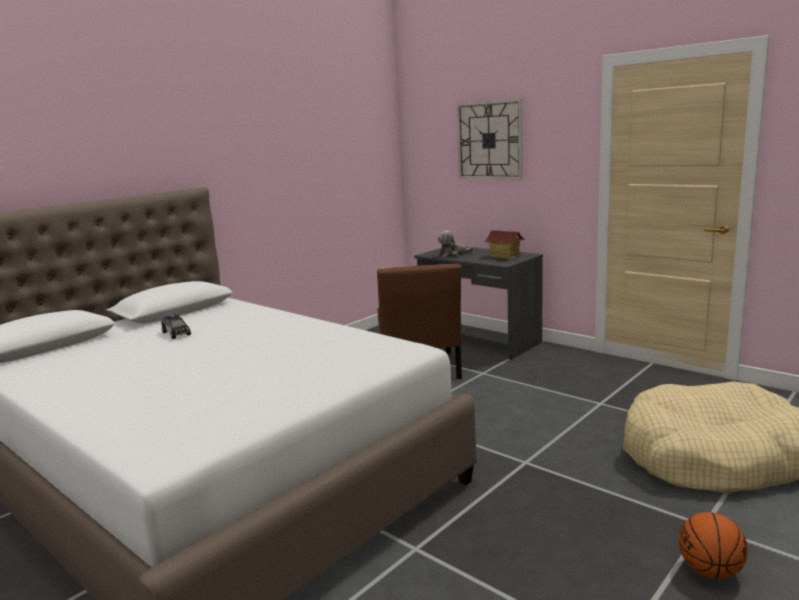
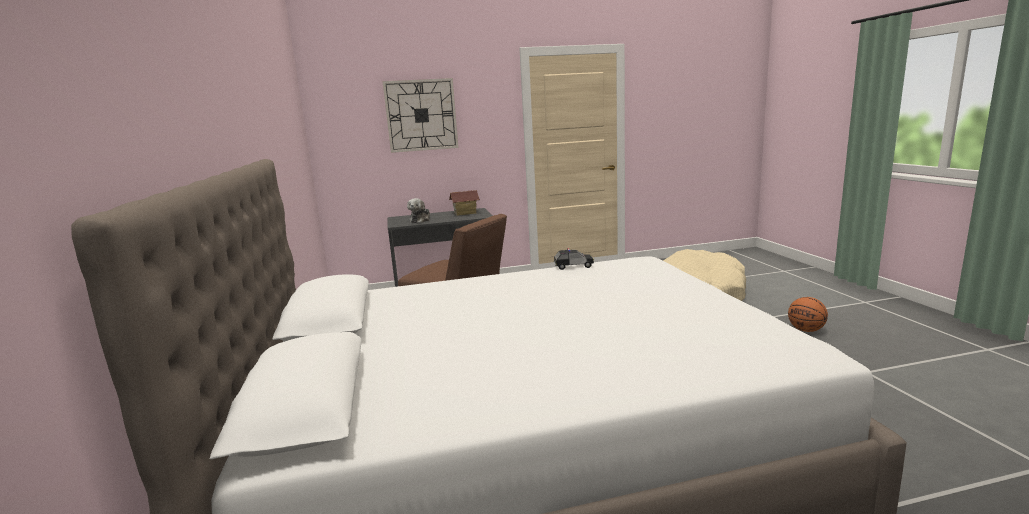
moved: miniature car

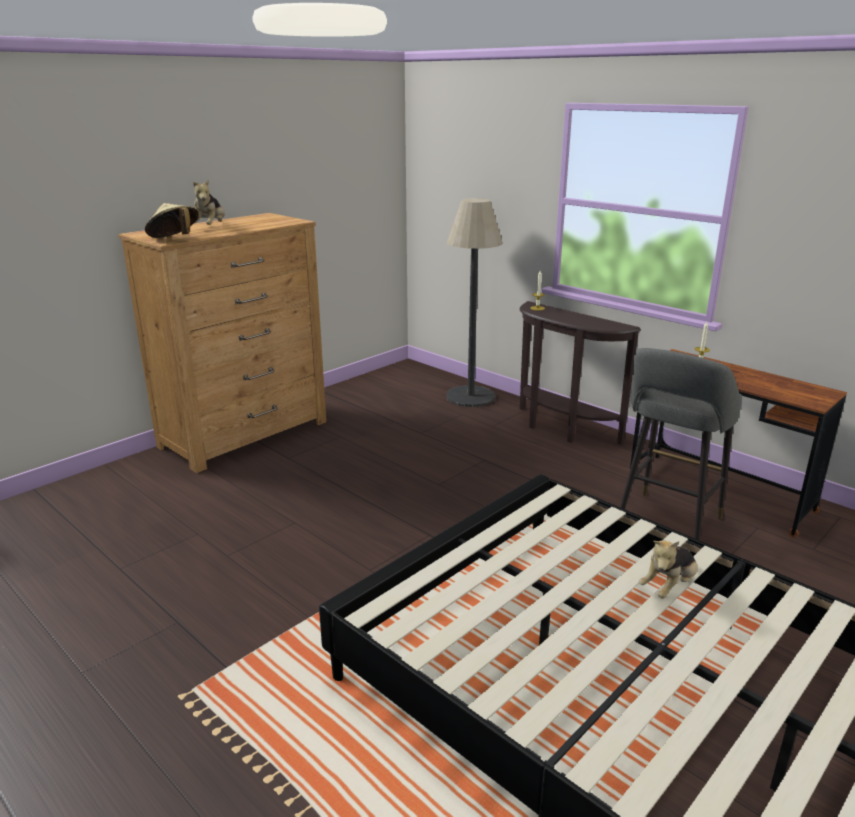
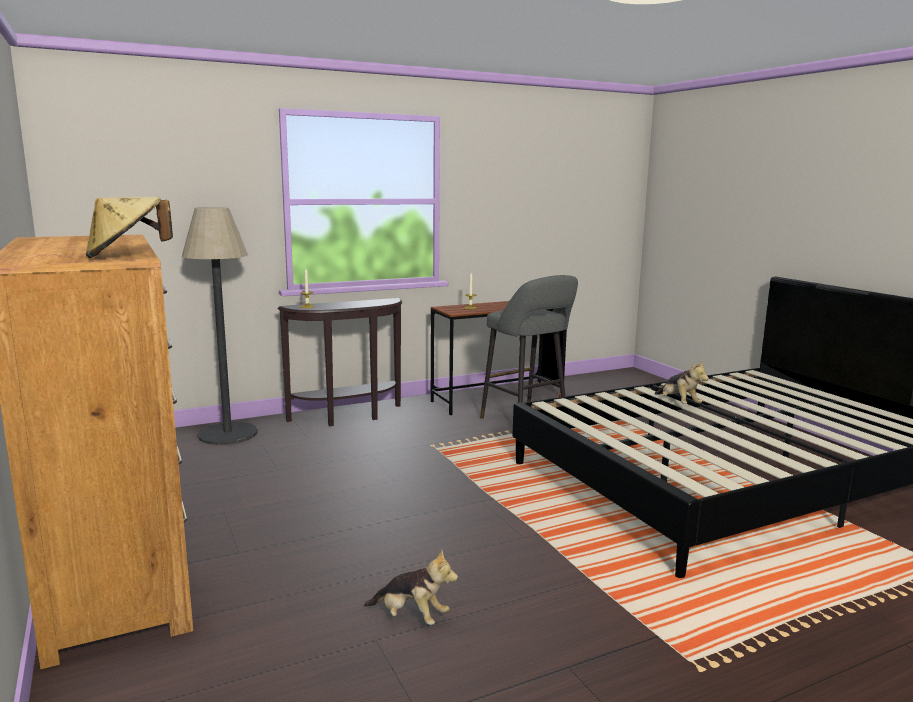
moved: cuddly toy (1st from left)

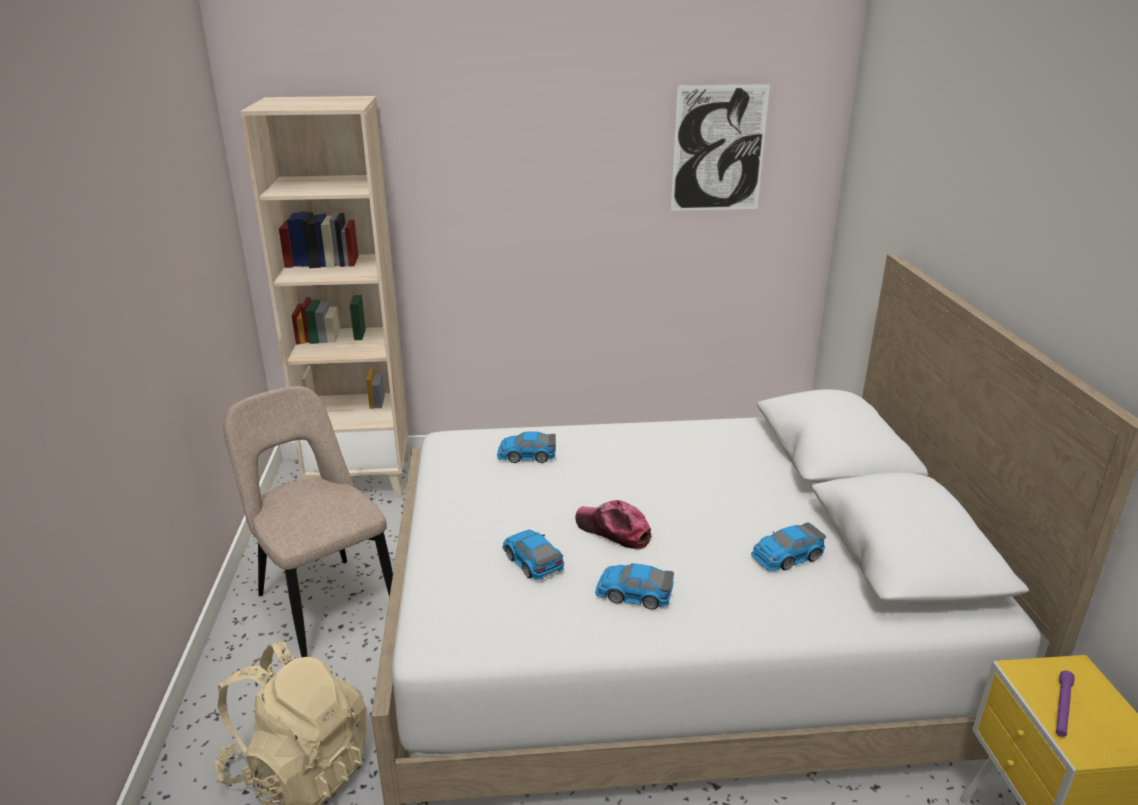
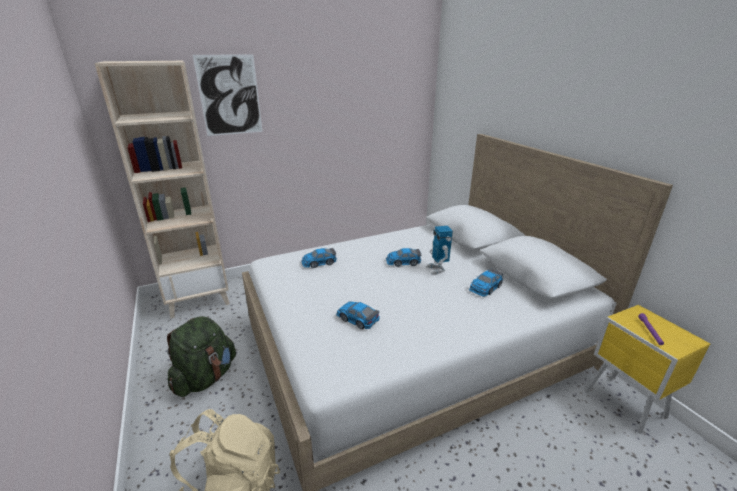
removed: baseball cap
added: model robot
moved: wall picture; miniature car (3rd from left)
replaced: plain chair in beige to knapsack in green-coloured

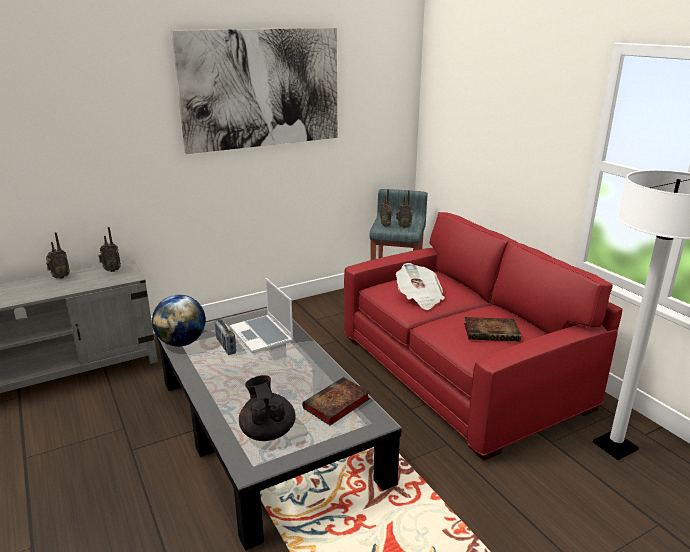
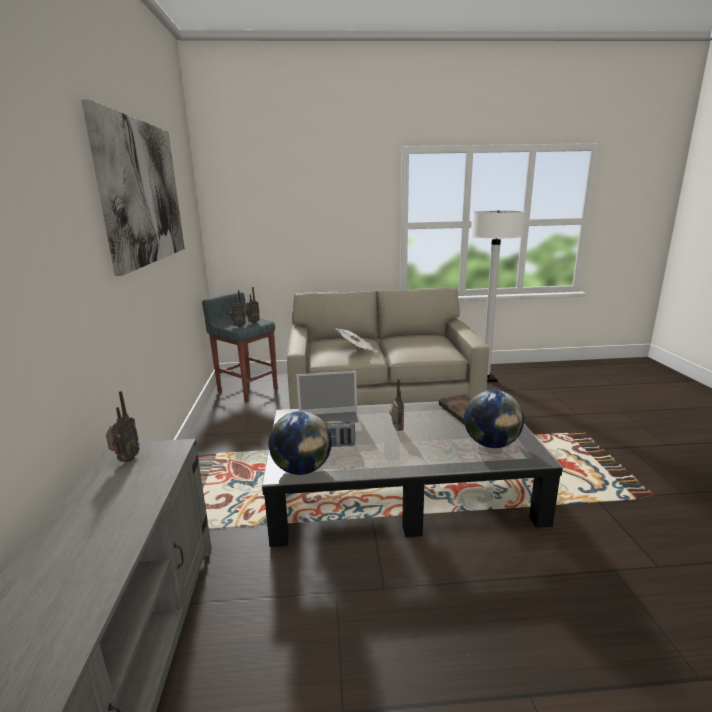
removed: volume (2nd from left)
moved: radio receiver (1st from left in the first image) to radio receiver (5th from left)
replaced: tea pot in black-coloured to desk globe (2nd from left)
recoloured: sofa in red-coloured to sofa in beige

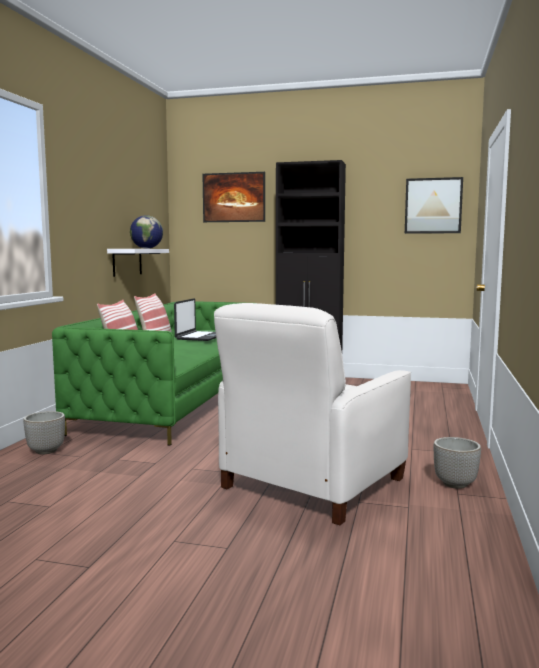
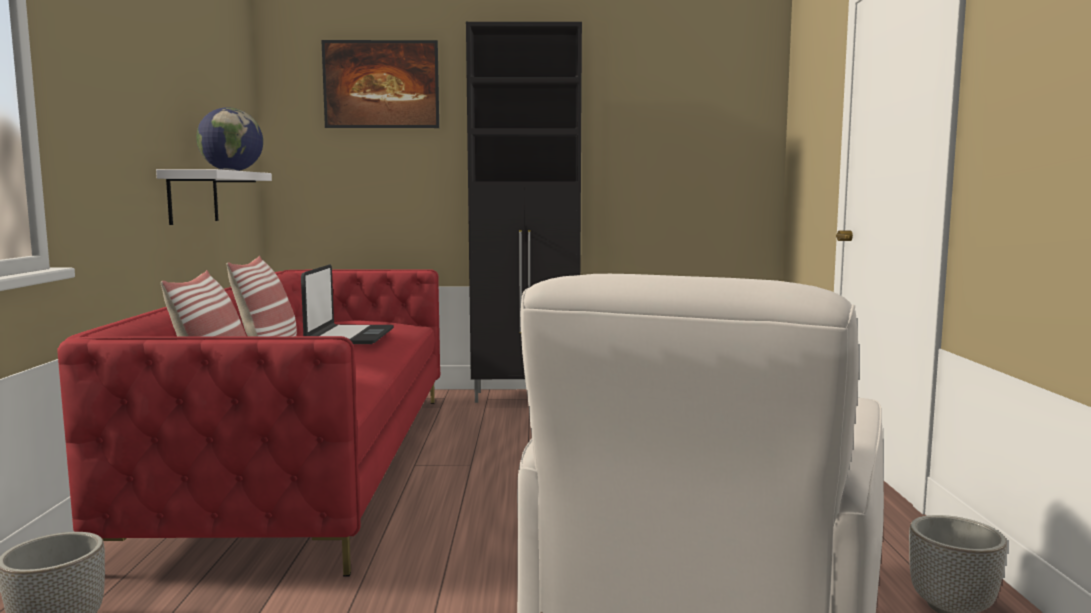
removed: wall picture (2nd from left)
recoloured: sofa in green-coloured to sofa in red-coloured

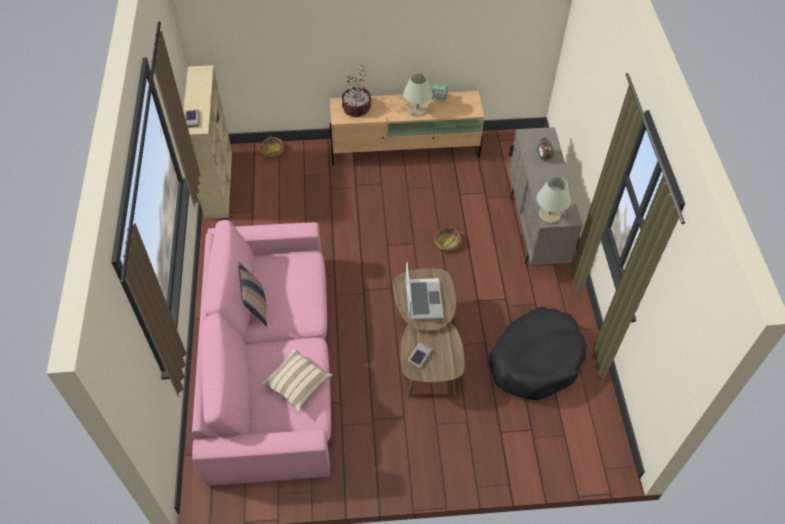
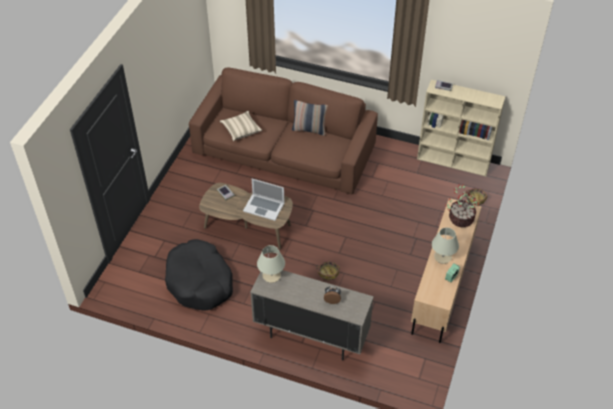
recoloured: sofa in pink-coloured to sofa in brownish

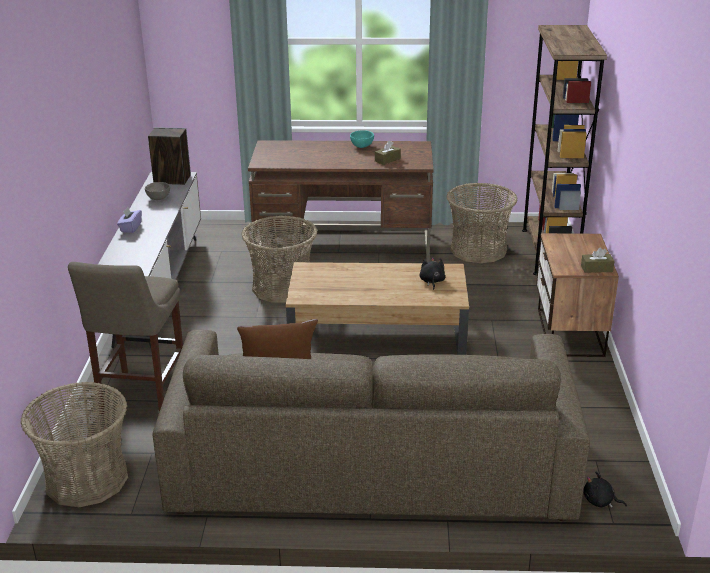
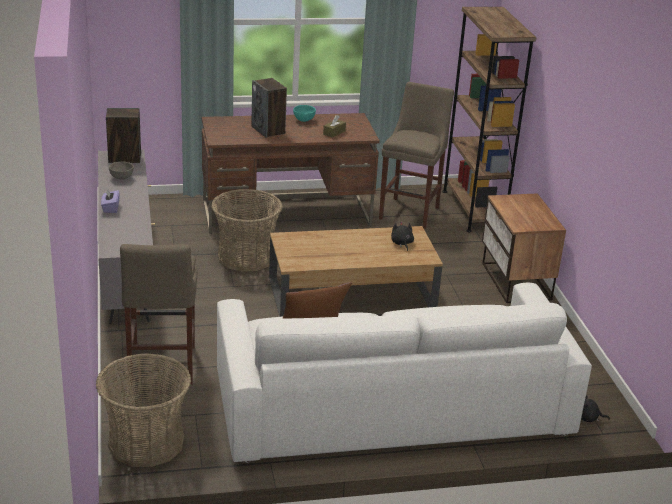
removed: tissue holder in brownish (2nd from left)
added: audio speaker (2nd from left)
replaced: household basket (3rd from left) to sitting stool in beige (2nd from left)
recoloured: sofa in brownish to sofa in white

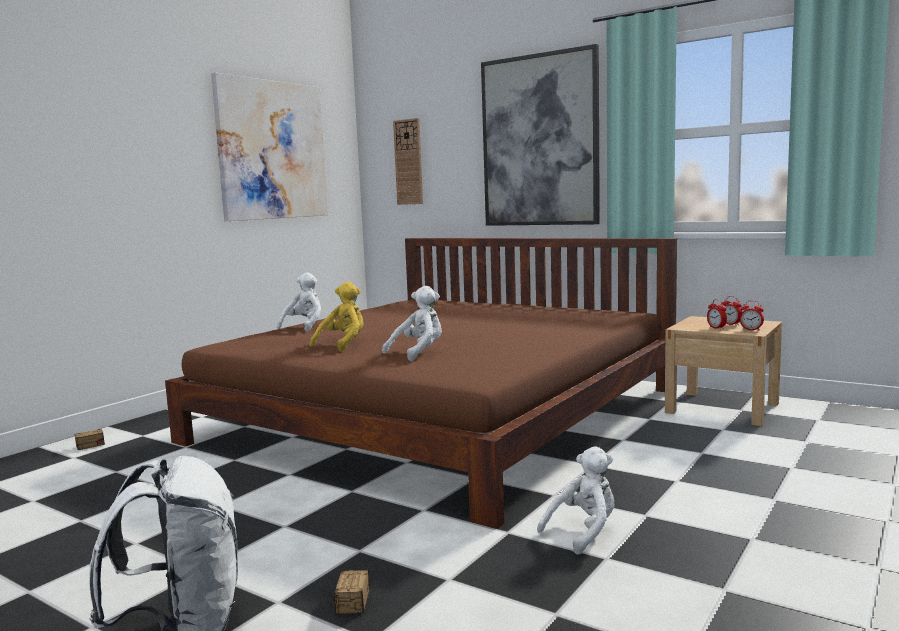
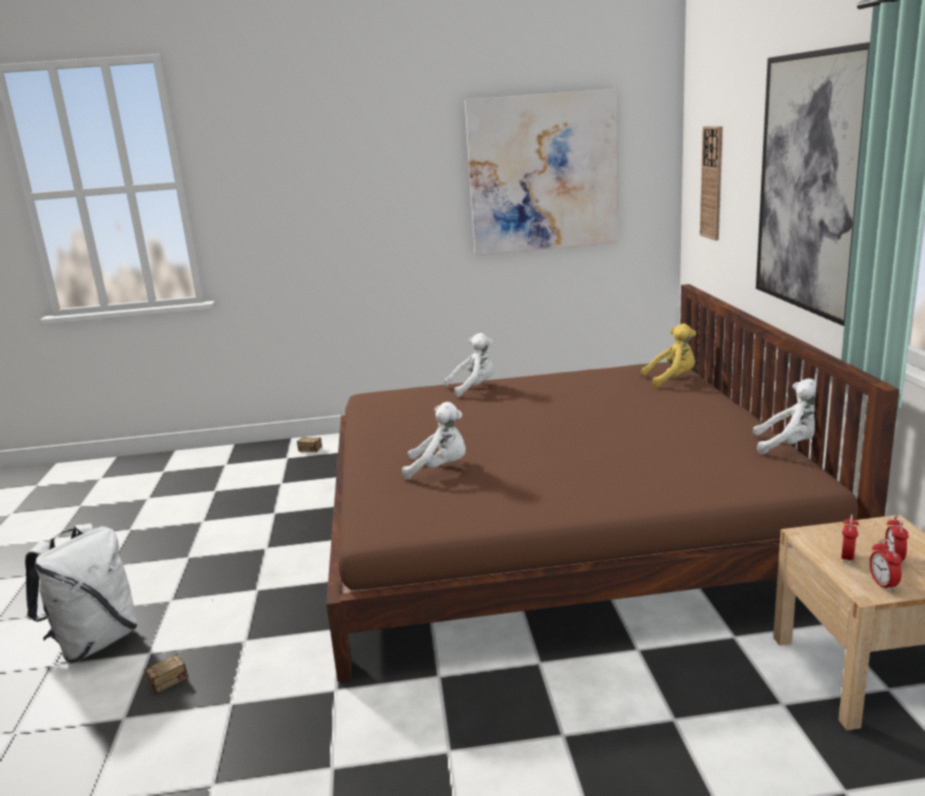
moved: cuddly toy in yellowish; cuddly toy in white (3rd from left)

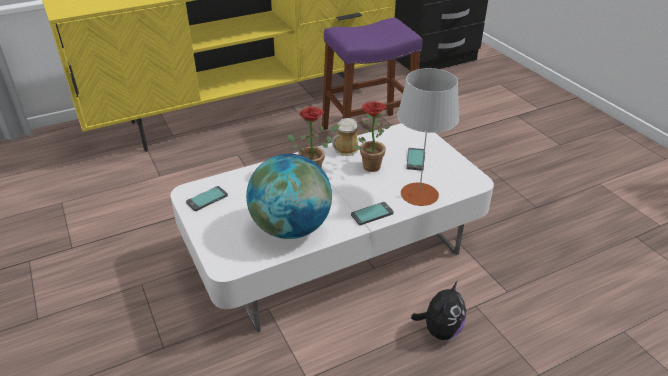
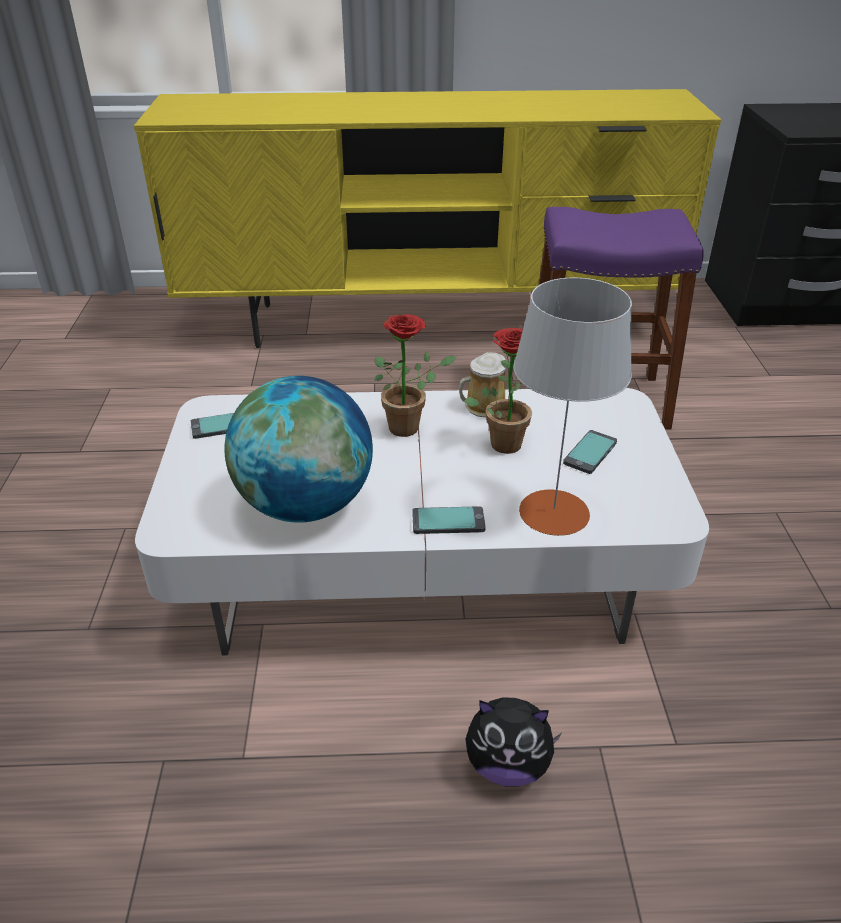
turned: cuddly toy 45 degrees clockwise

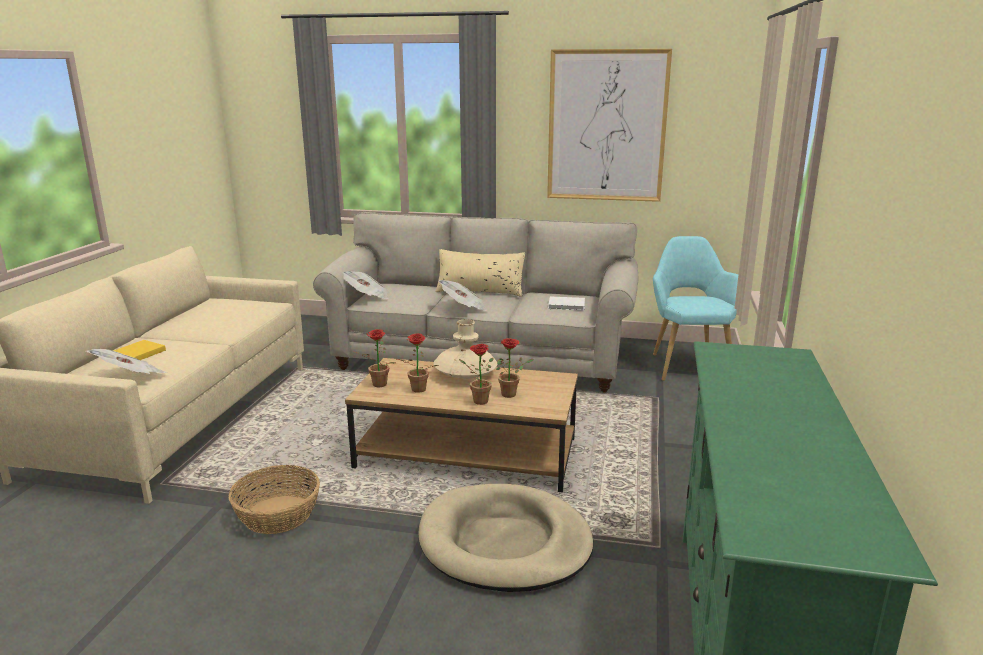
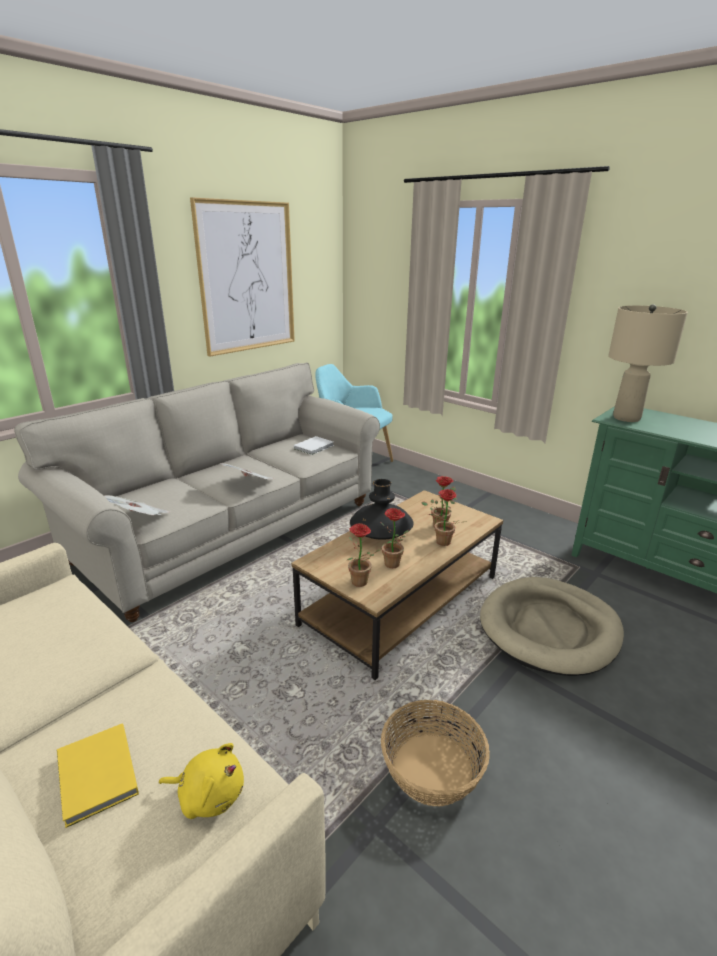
removed: cushion in beige
added: lamp for a table in beige
replaced: newspaper (1st from left) to cuddly toy in yellowish
recoloured: vase in beige to vase in black-coloured

